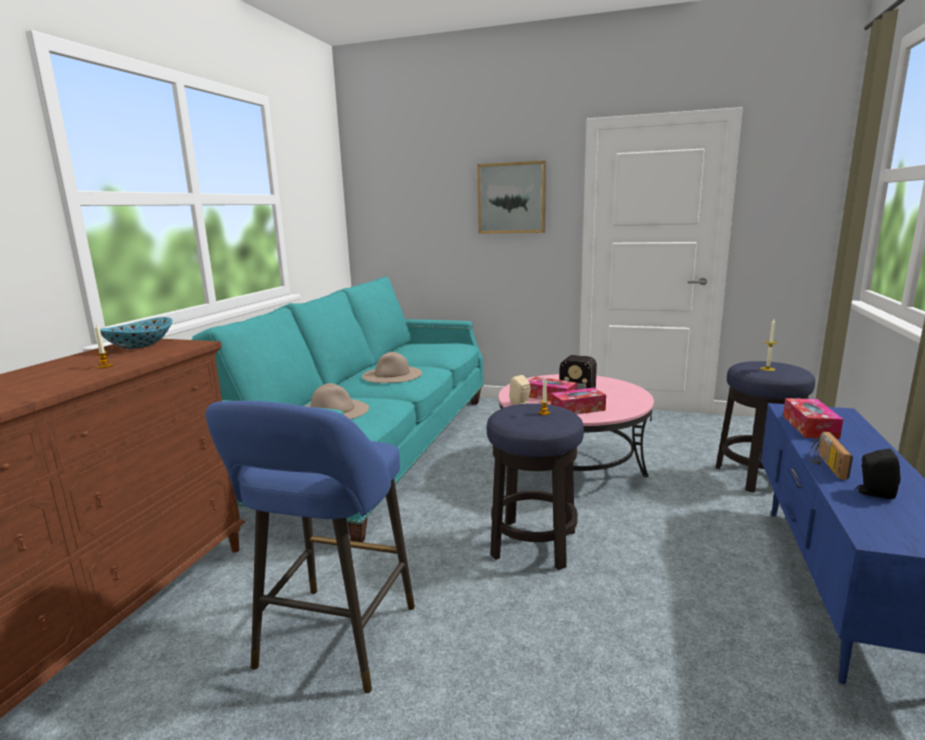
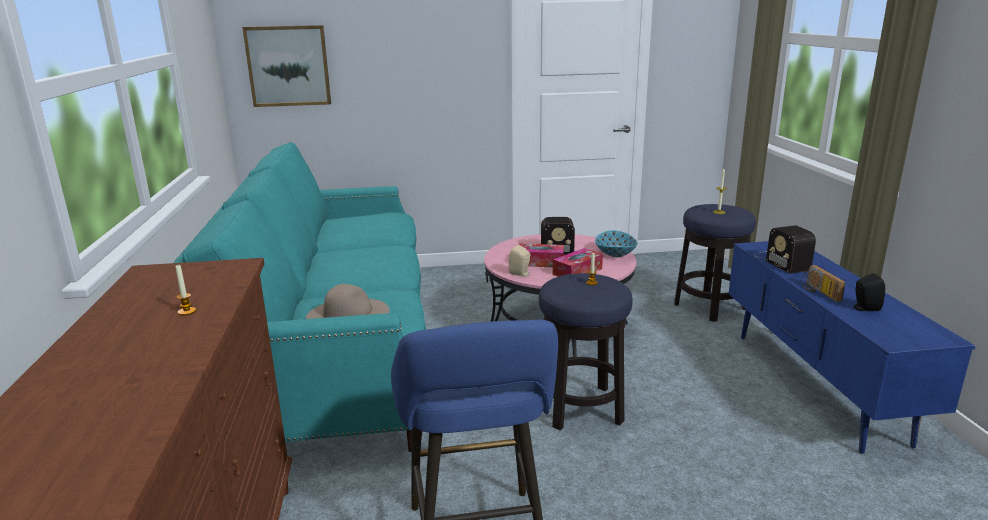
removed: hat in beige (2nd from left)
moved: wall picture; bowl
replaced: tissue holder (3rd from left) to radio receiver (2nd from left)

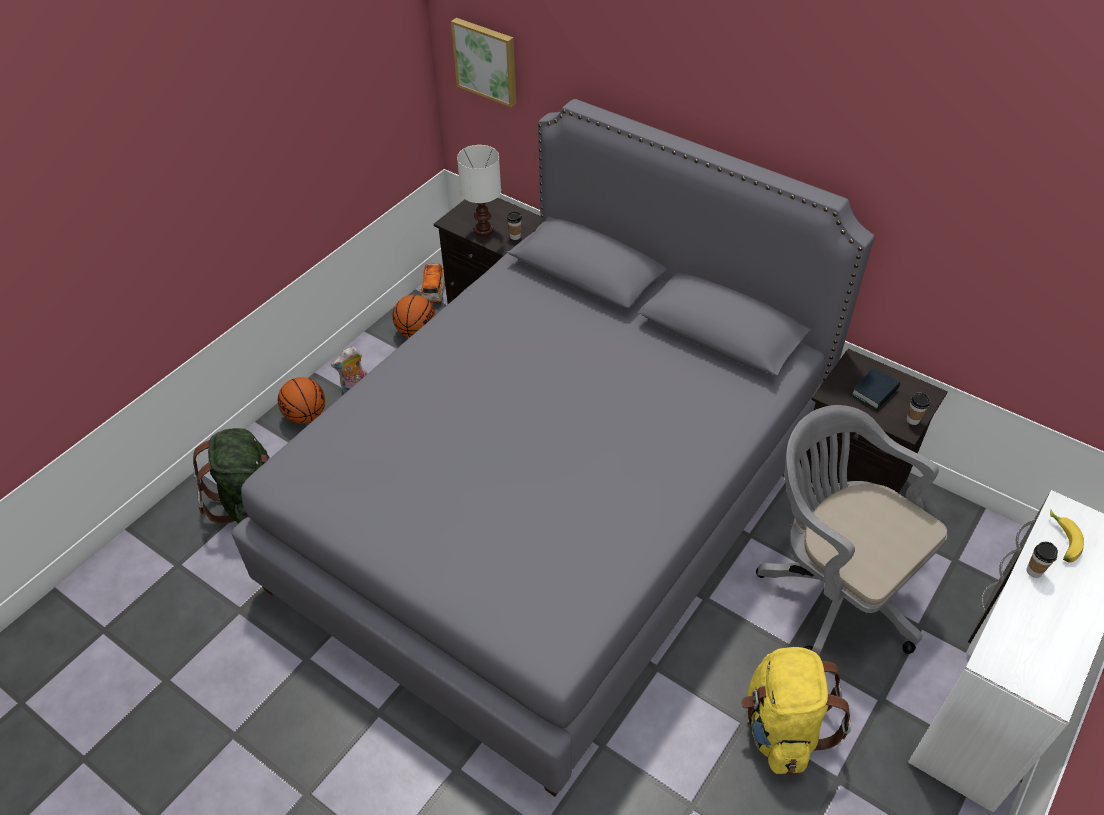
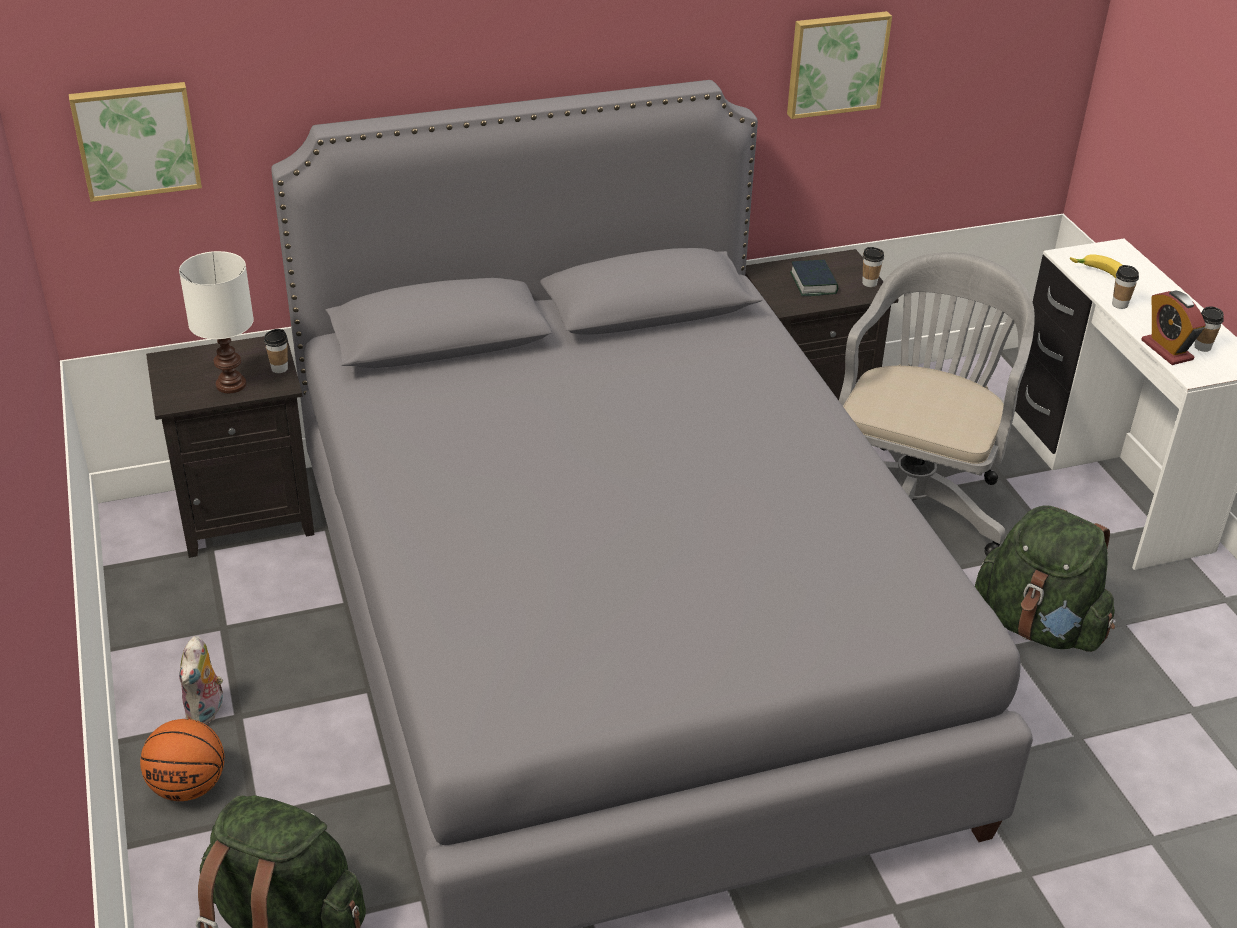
removed: miniature car; basketball ball (2nd from left)
added: wall picture (2nd from left); alarm clock; cup (4th from left)
recoloured: knapsack in yellowish to knapsack in green-coloured (2nd from left)
turned: desk chair in grey 120 degrees clockwise

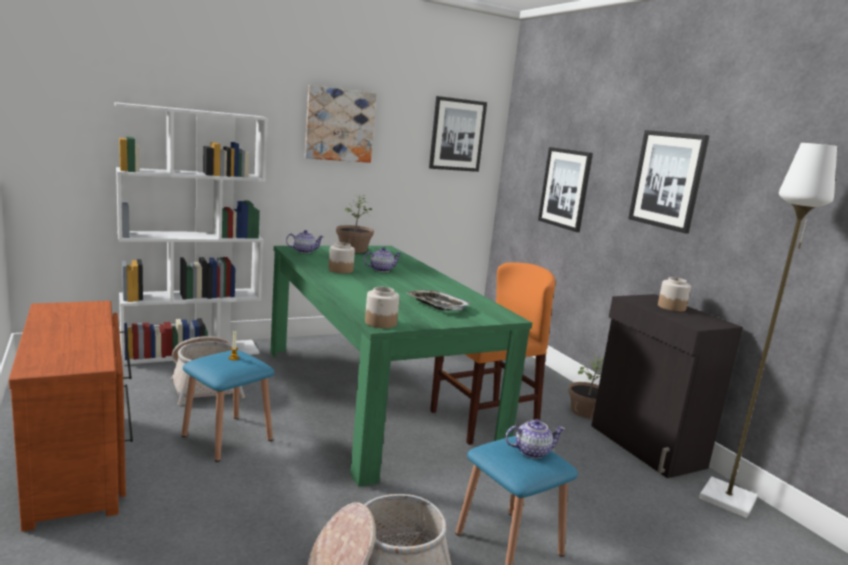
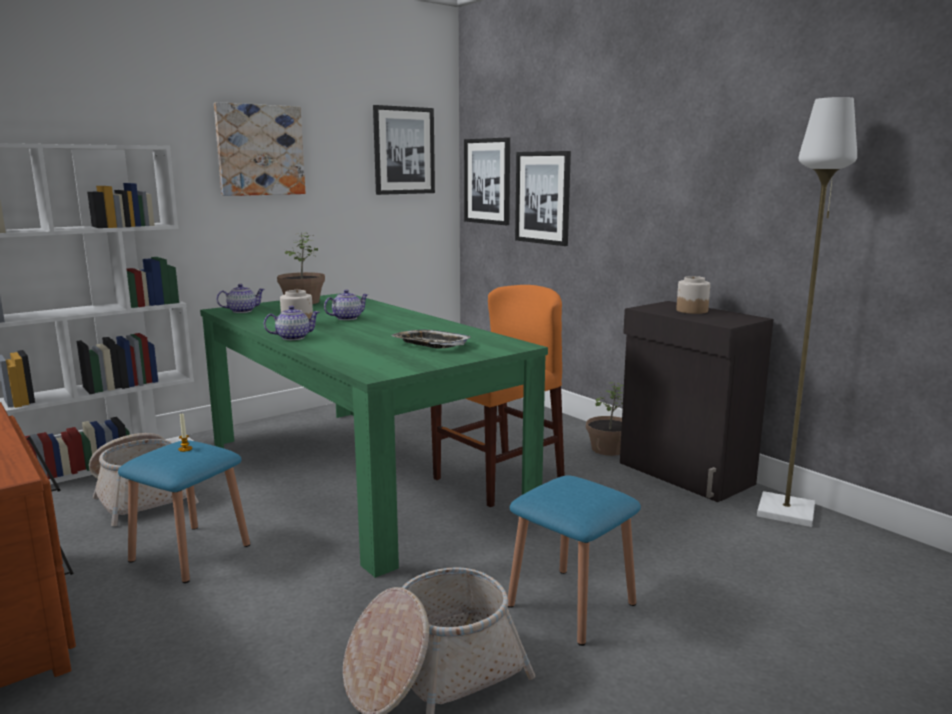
removed: storage jar (2nd from left)
moved: wall picture (4th from left in the first image) to wall picture (3rd from left); tea pot (3rd from left in the first image) to tea pot (2nd from left)

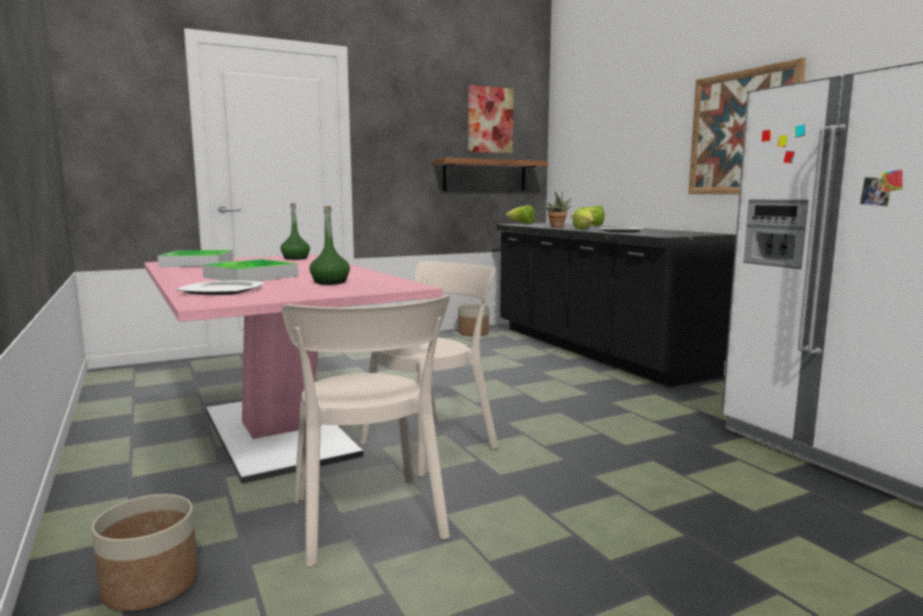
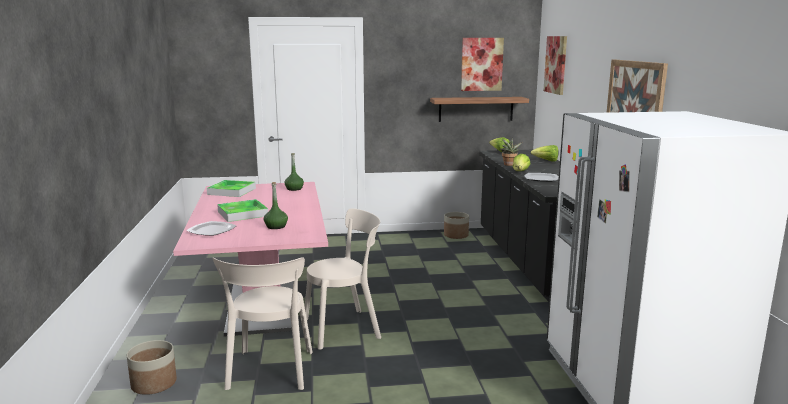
added: wall picture (2nd from left)

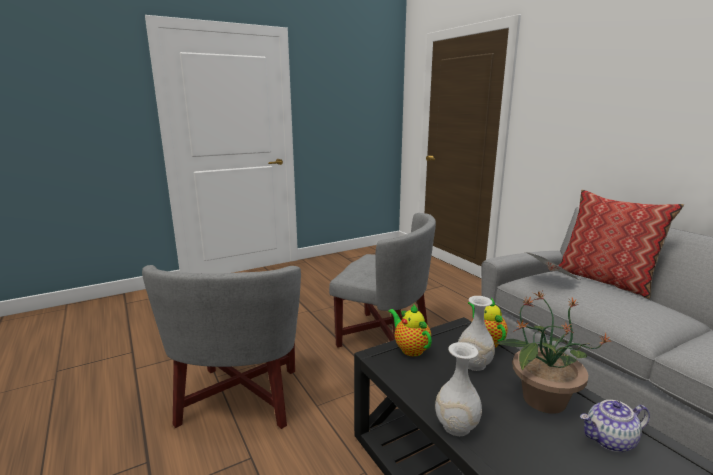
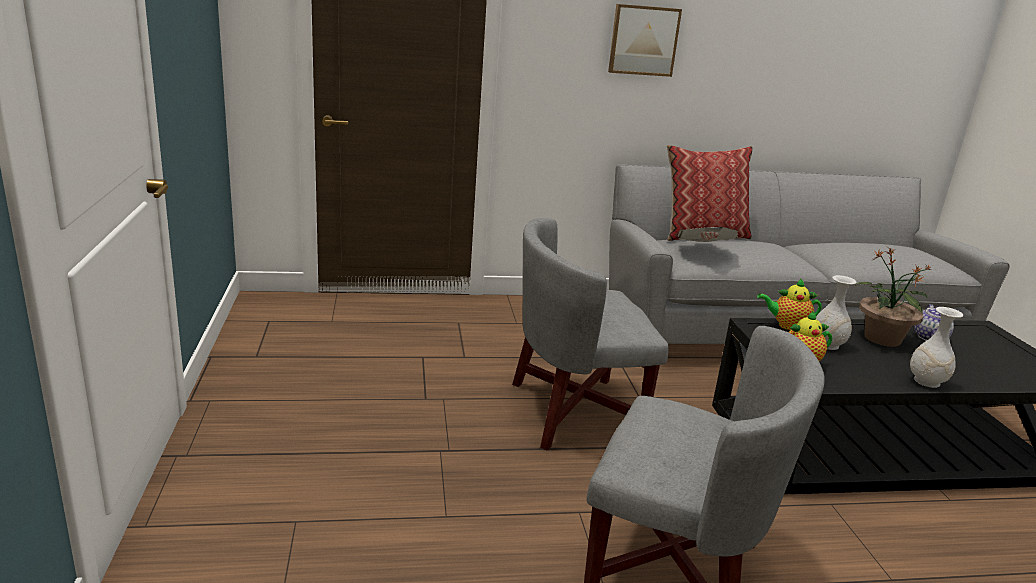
added: wall picture
turned: lounge chair in grey (2nd from left in the first image) 150 degrees counterclockwise

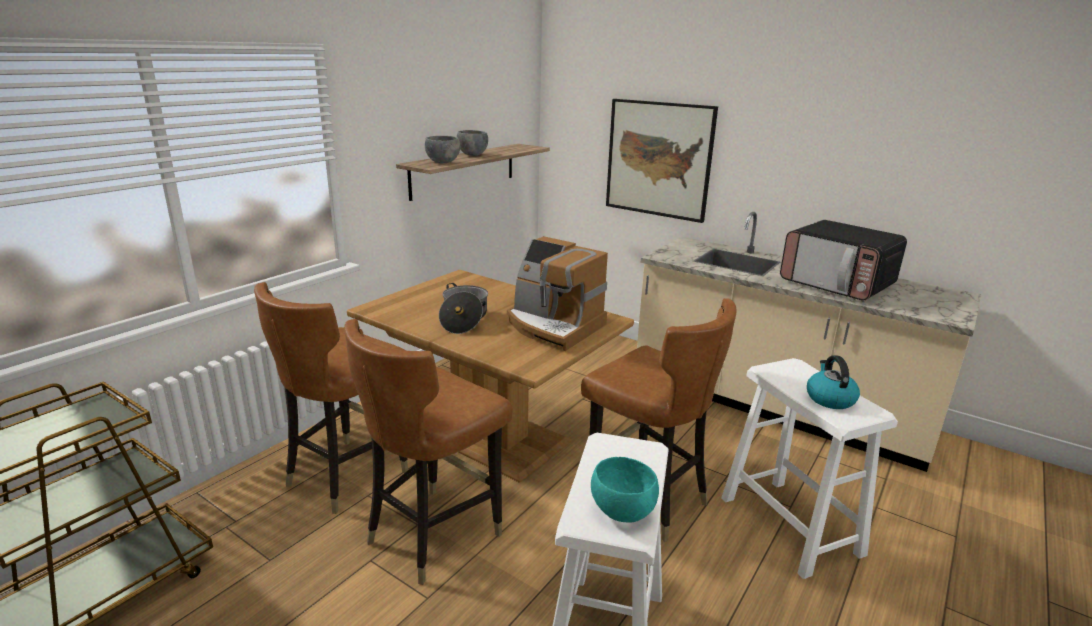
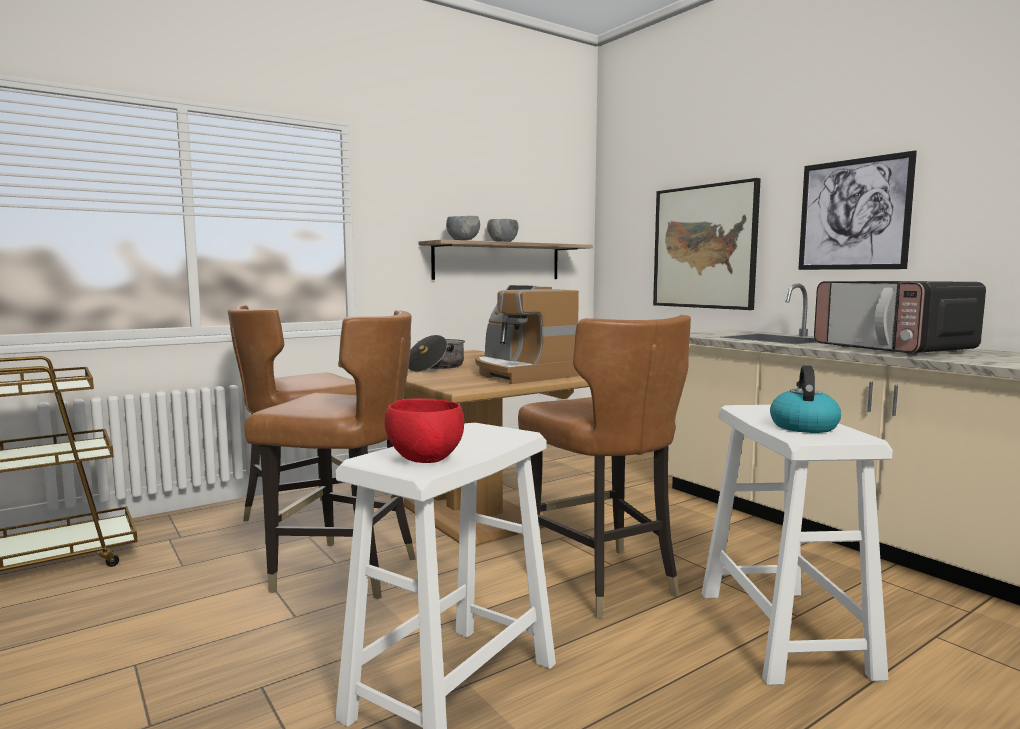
added: wall picture (2nd from left)
recoloured: bowl in turquoise-coloured to bowl in red-coloured
turned: plain chair in brownish (2nd from left) 135 degrees counterclockwise

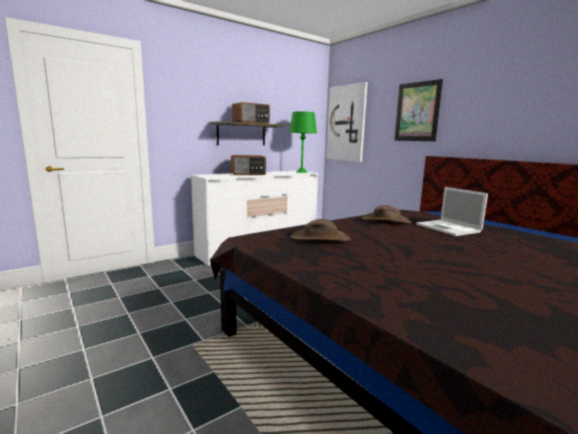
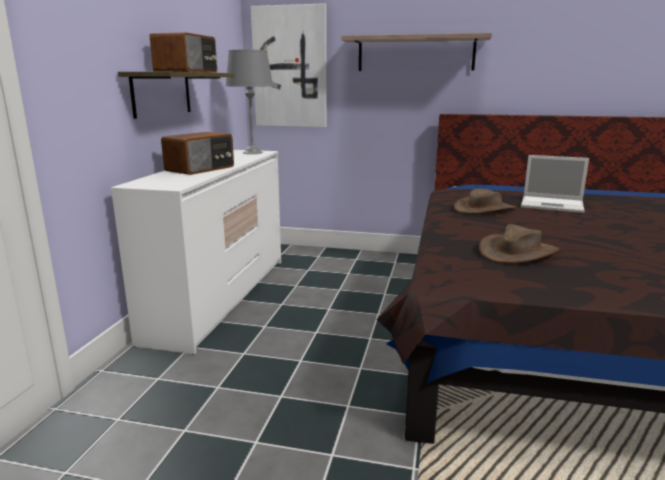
replaced: wall picture (2nd from left) to wall shelf (2nd from left)
recoloured: lamp for a table in green-coloured to lamp for a table in grey

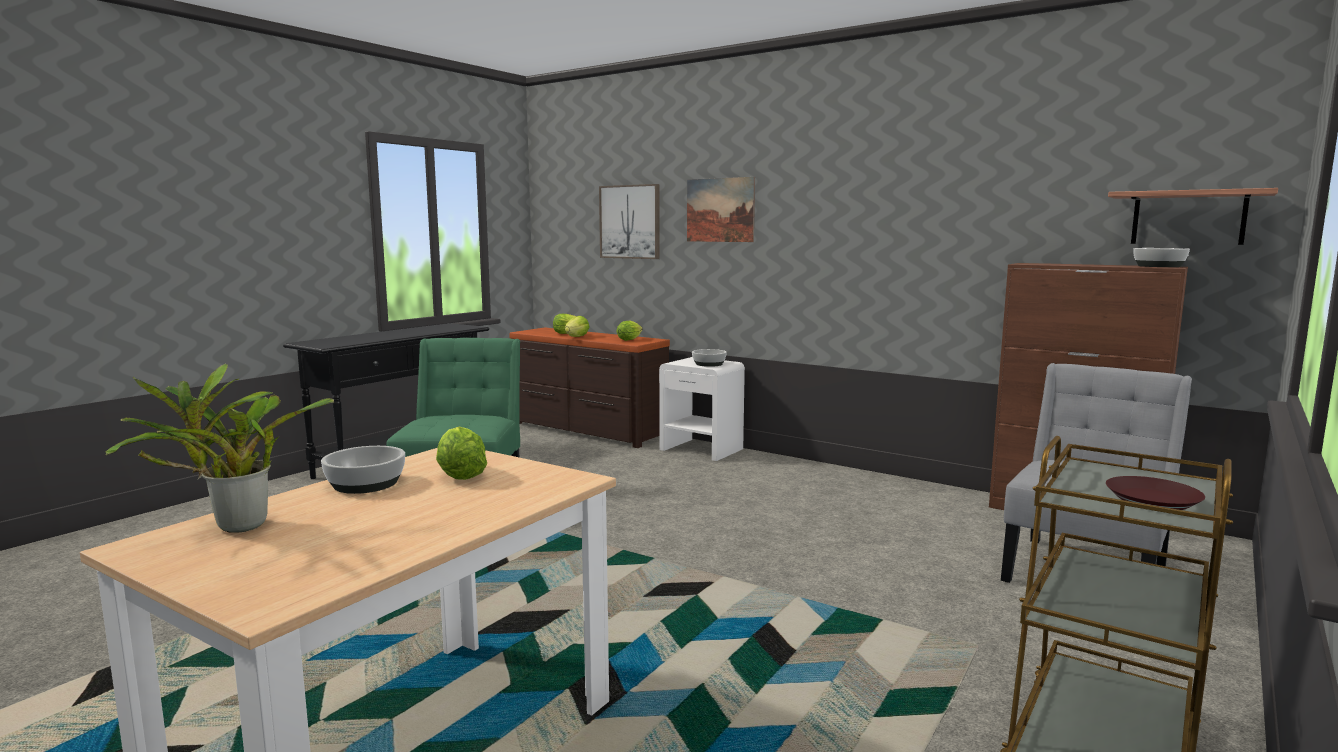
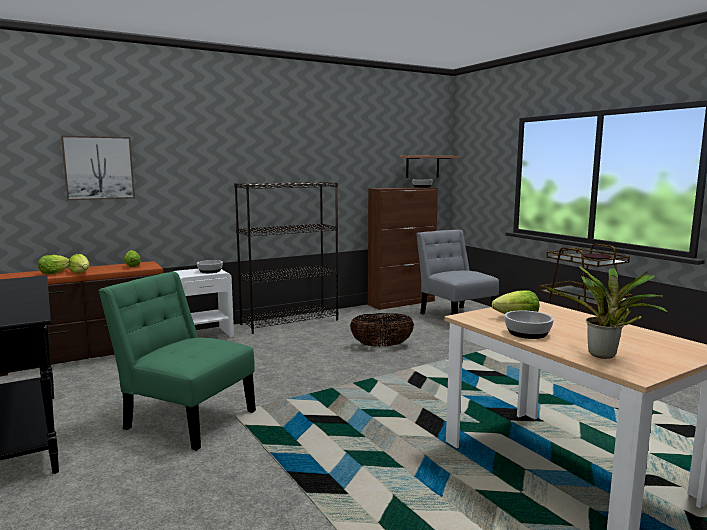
removed: wall picture (2nd from left)
added: bookshelf in black-coloured; household basket

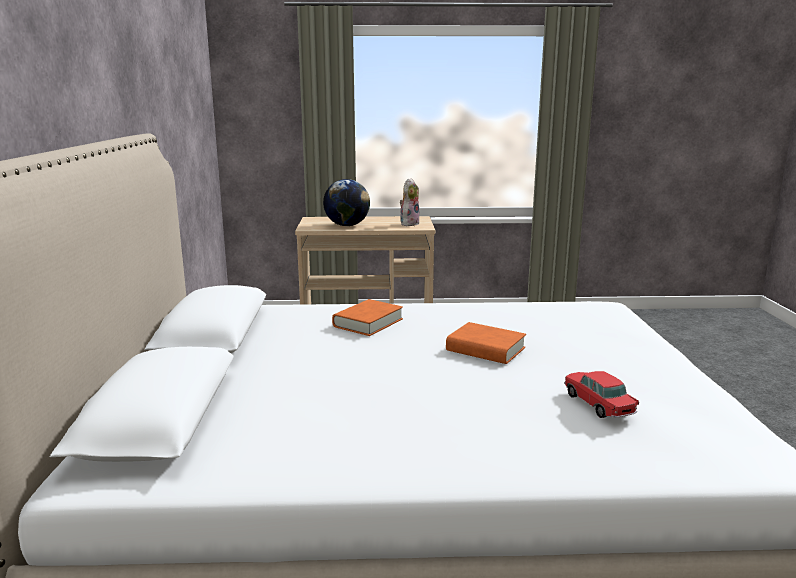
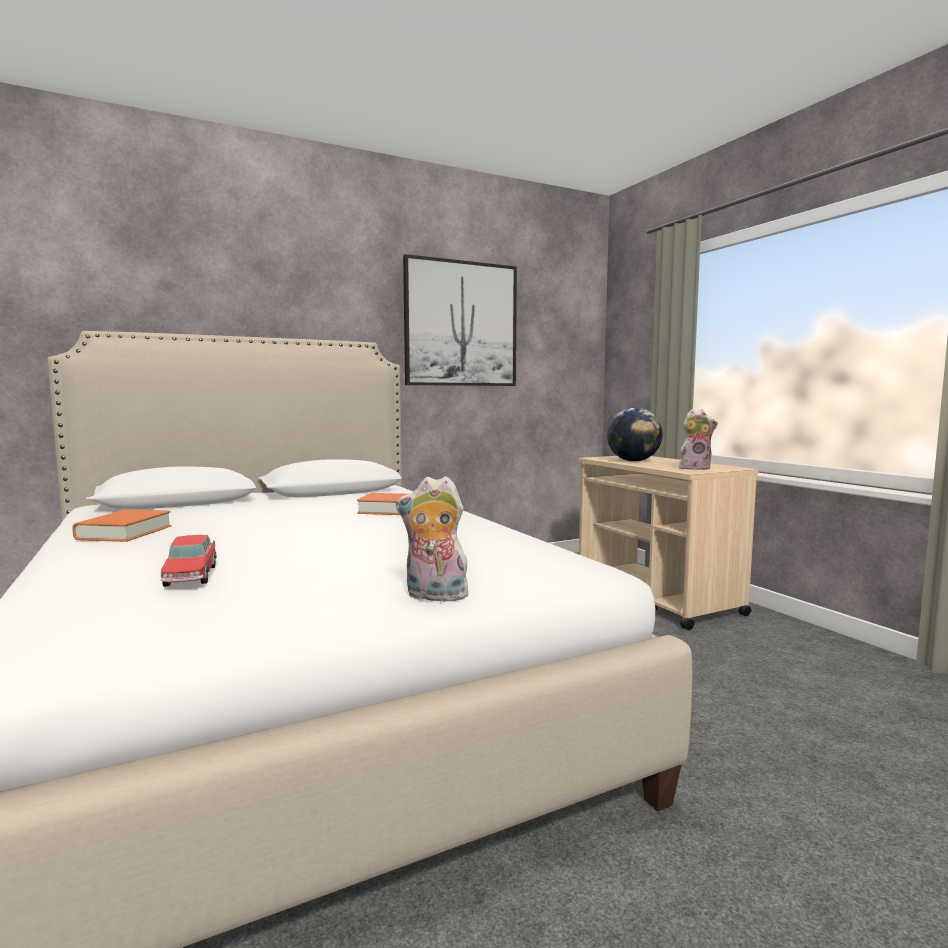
added: wall picture; cuddly toy (1st from left)
moved: volume in orange-coloured (2nd from left in the first image) to volume in orange-coloured (1st from left)
turned: miniature car 120 degrees clockwise

